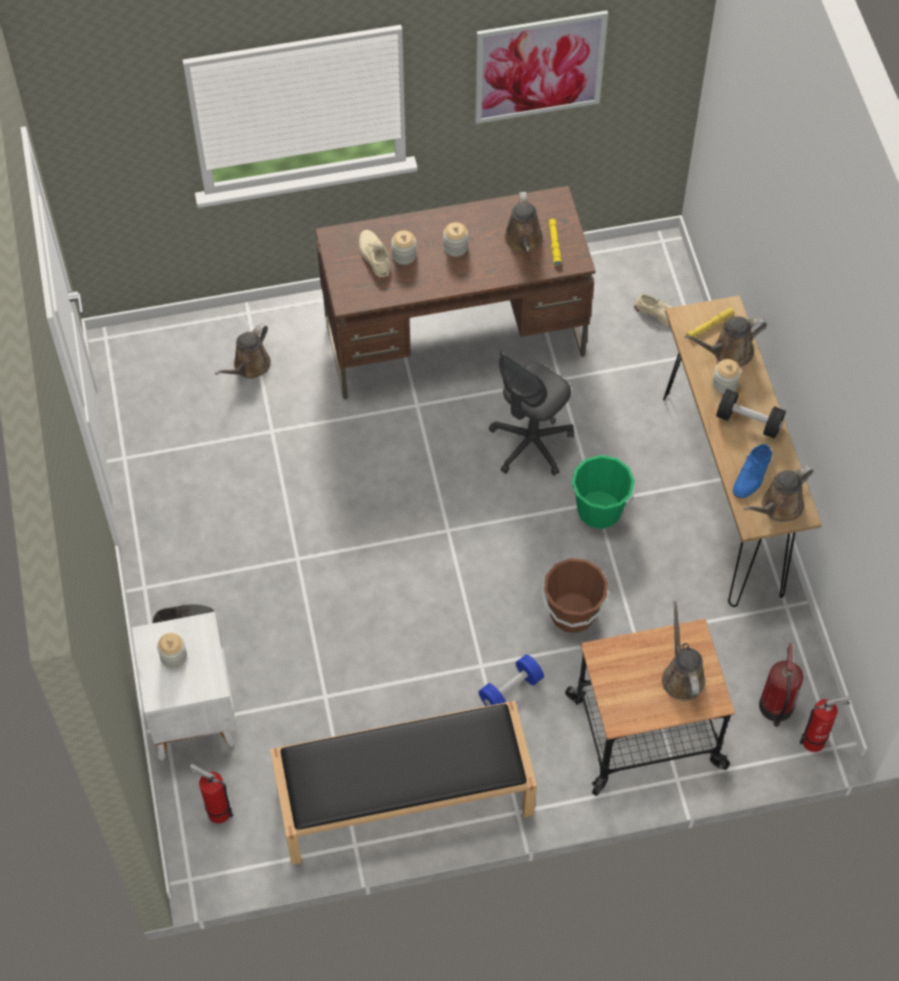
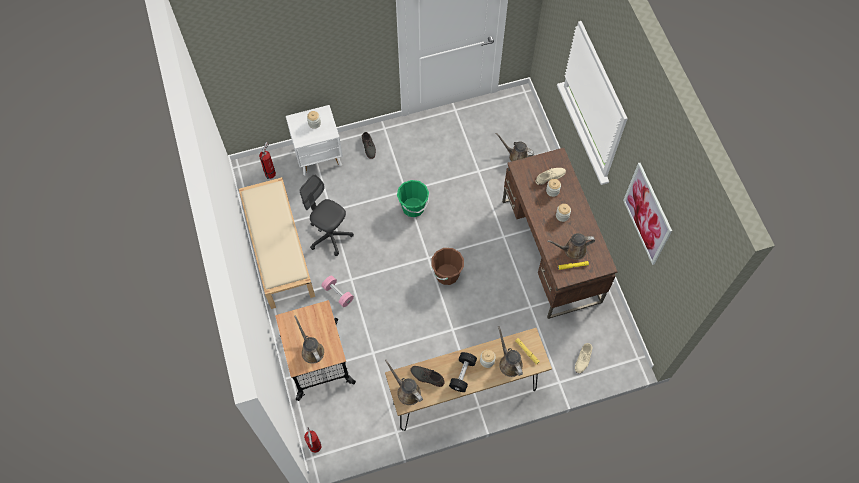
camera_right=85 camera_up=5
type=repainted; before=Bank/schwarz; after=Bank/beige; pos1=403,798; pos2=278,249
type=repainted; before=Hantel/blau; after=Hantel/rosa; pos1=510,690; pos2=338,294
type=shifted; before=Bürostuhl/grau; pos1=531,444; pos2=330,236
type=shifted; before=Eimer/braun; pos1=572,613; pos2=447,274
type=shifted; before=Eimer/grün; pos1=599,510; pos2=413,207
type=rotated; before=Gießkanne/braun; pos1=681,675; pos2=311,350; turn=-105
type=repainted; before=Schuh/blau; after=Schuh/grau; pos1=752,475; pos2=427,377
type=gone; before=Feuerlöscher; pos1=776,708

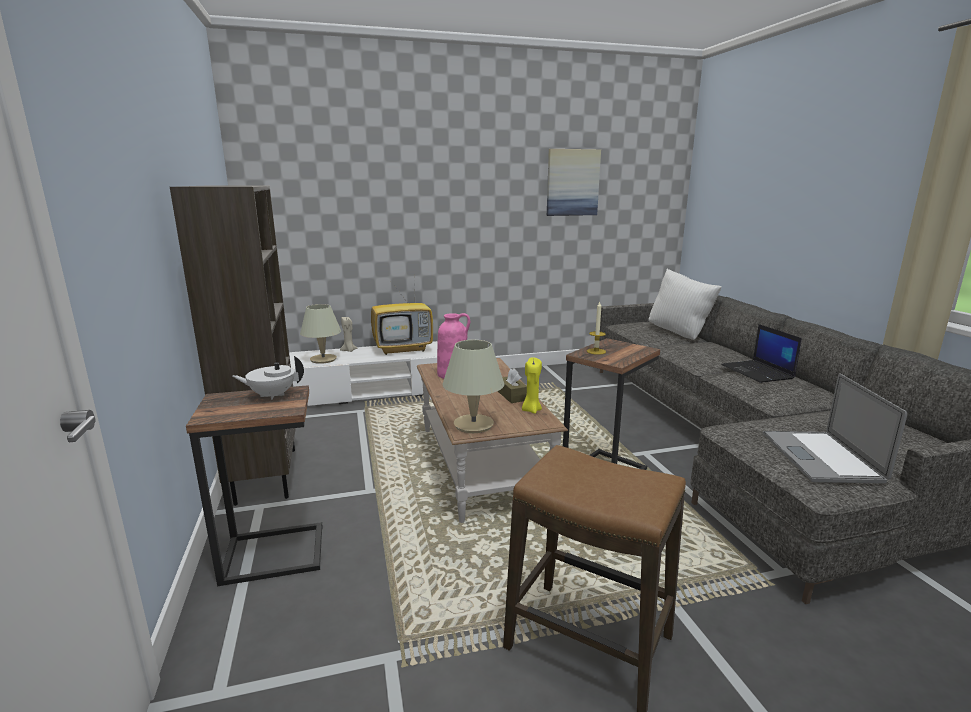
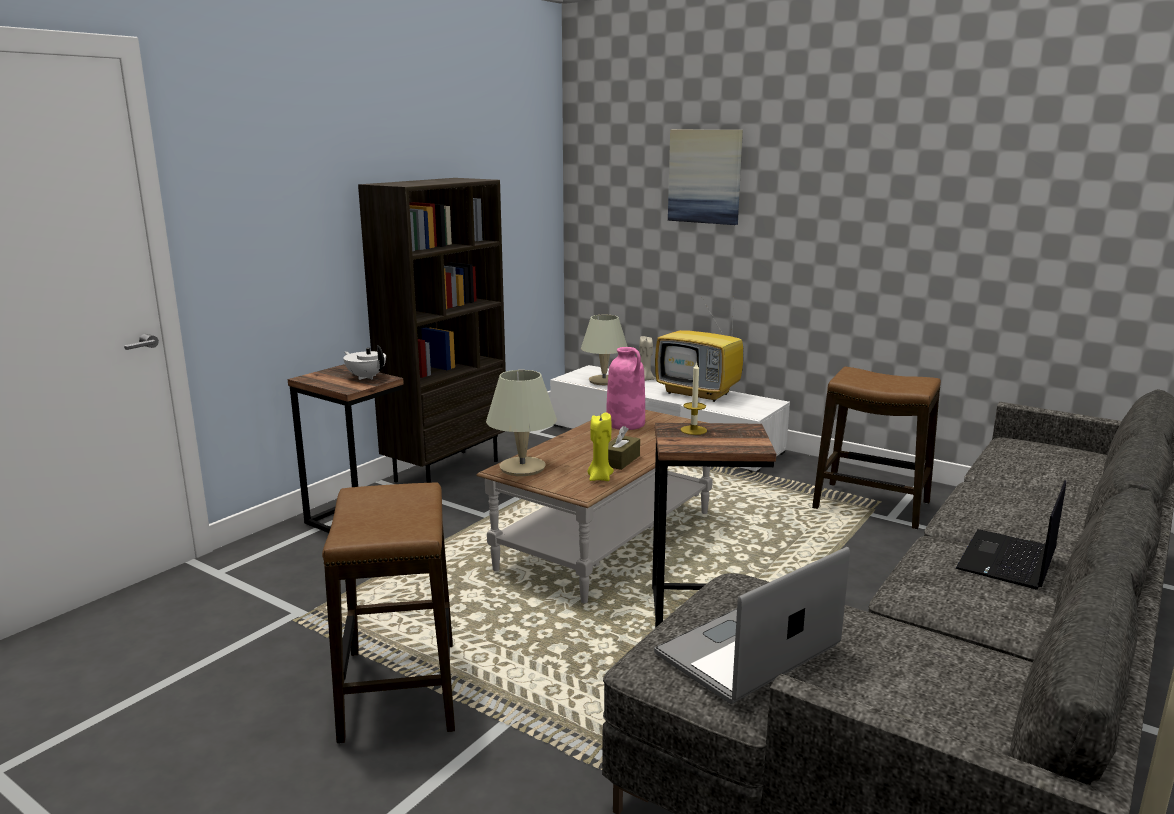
camera_right=50 camera_up=0
type=shifted; before=Bild; pos1=572,182; pos2=705,176
type=gone; before=Kissen/weiß; pos1=679,333
type=new; after=Hocker; pos2=871,505

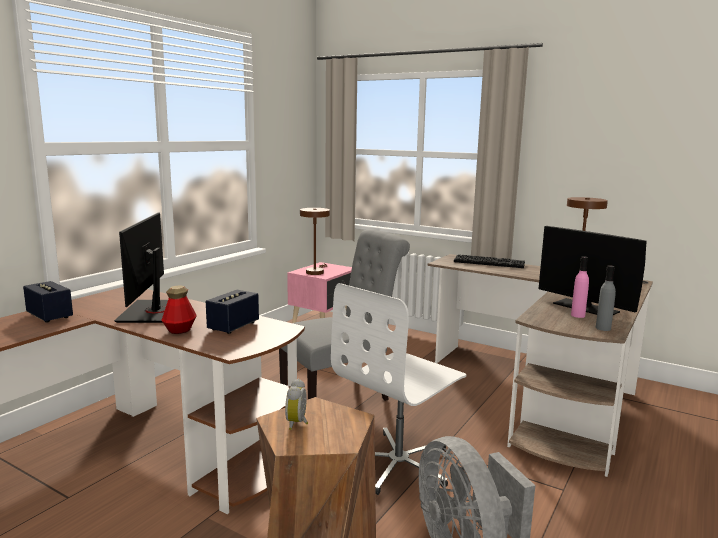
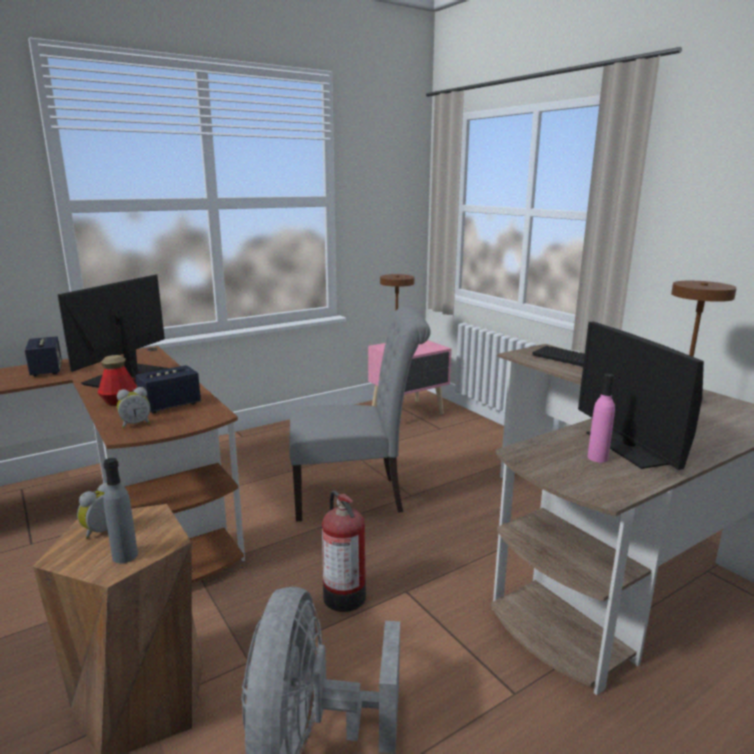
camera_right=25 camera_up=5
type=swapped; before=Bürostuhl/weiß; after=Feuerlöscher; pos1=399,463; pos2=343,595
type=shifted; before=Flasche/grau; pos1=603,328; pos2=125,556
type=new; after=Wecker; pos2=136,424

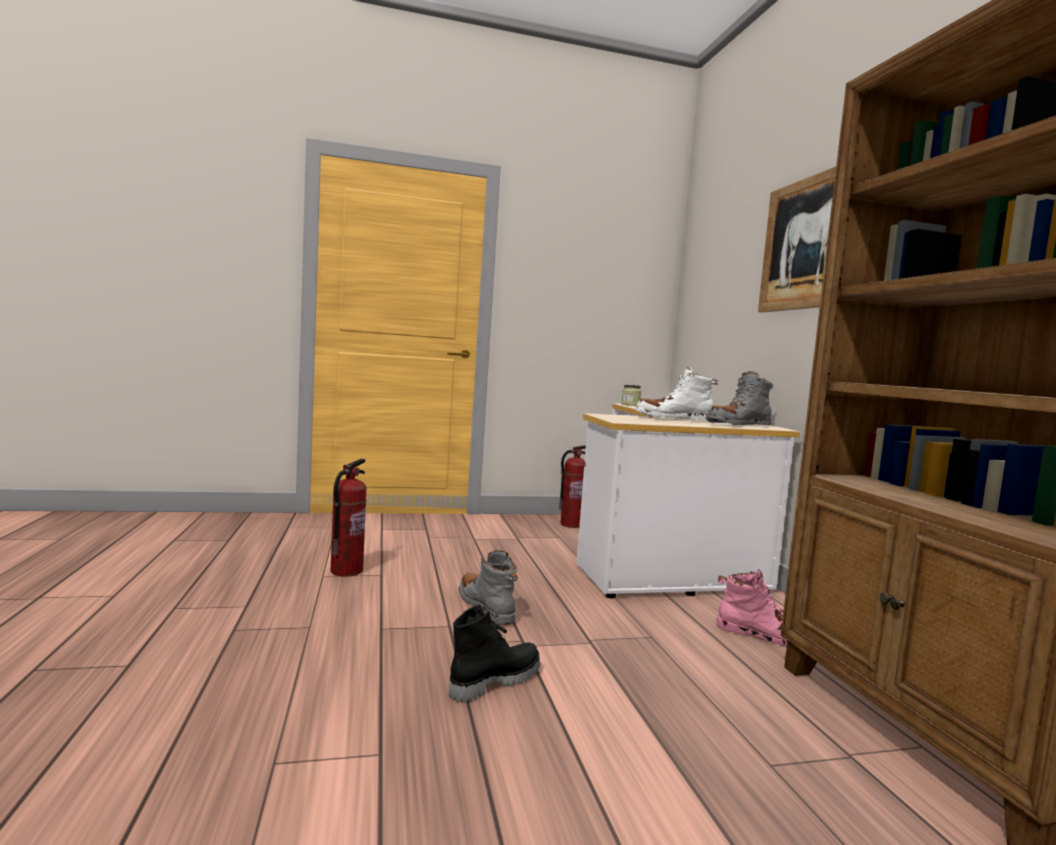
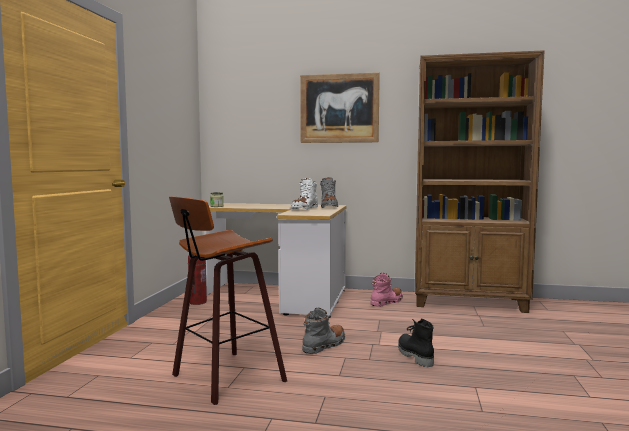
camera_right=-65 camera_up=0
type=swapped; before=Feuerlöscher; after=Hocker; pos1=346,571; pos2=224,378
type=rotated; before=Stiefel/grau; pos1=486,607; pos2=324,345; turn=135

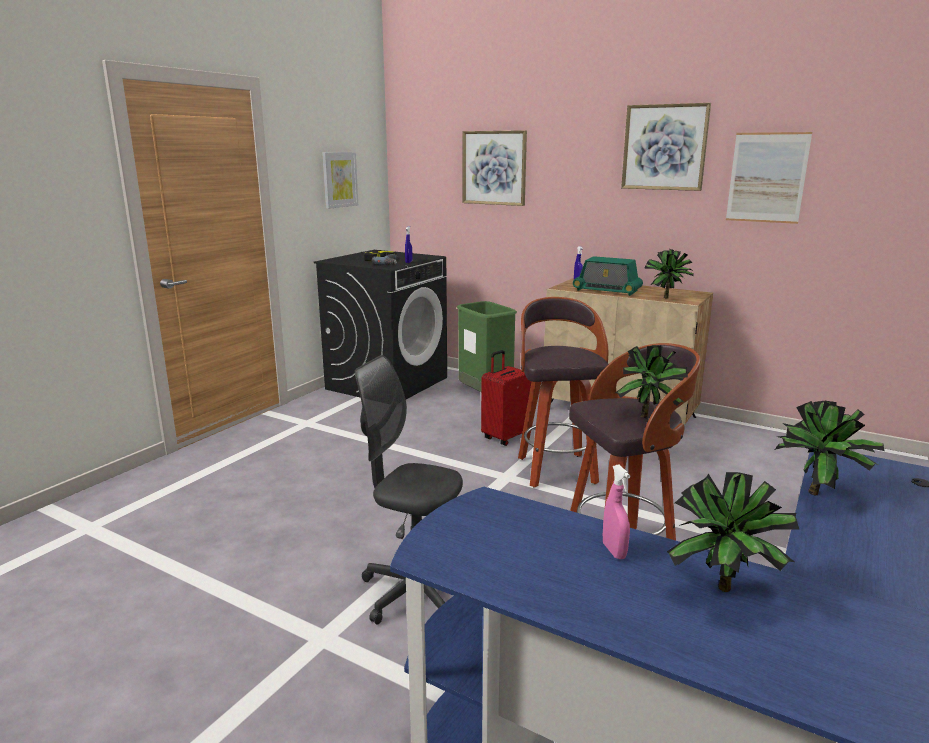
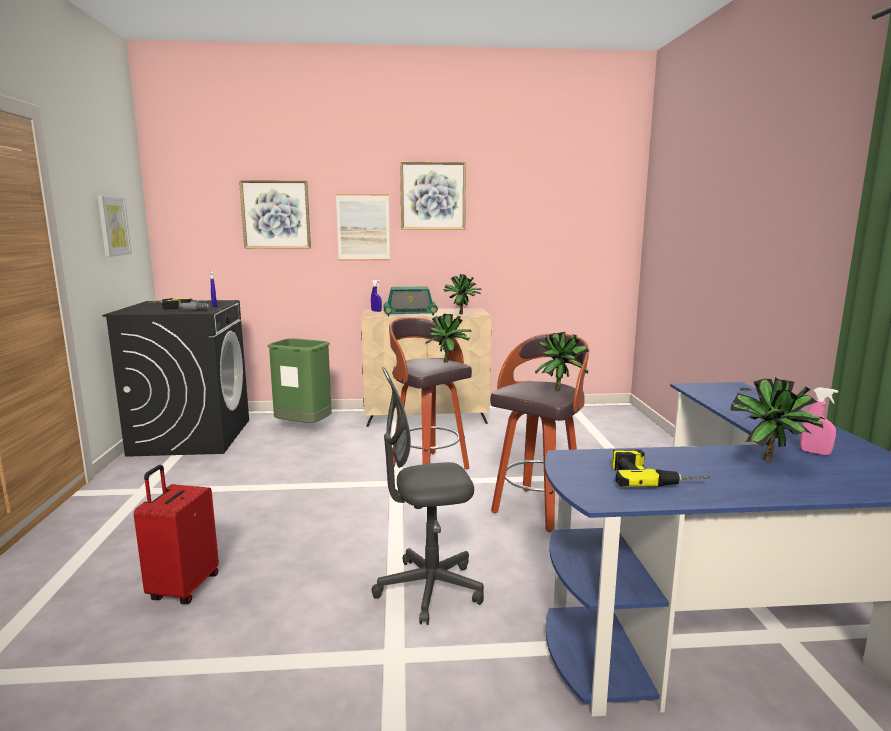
camera_right=-35 camera_up=-5
type=shifted; before=Koffer/rot; pos1=505,437; pos2=183,588
type=shifted; before=Sprühflasche/rosa; pos1=614,551; pos2=815,452
type=shifted; before=Bild; pos1=767,178; pos2=363,227
type=shifted; before=Topfpflanze; pos1=820,496; pos2=449,362
type=new; after=Bohrmaschine; pos2=654,476

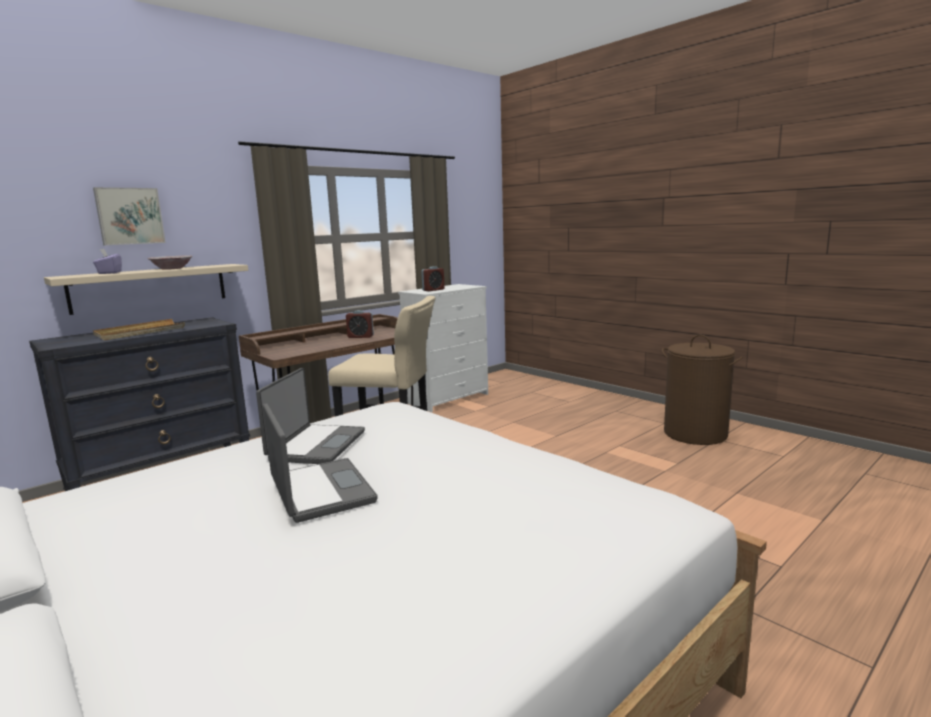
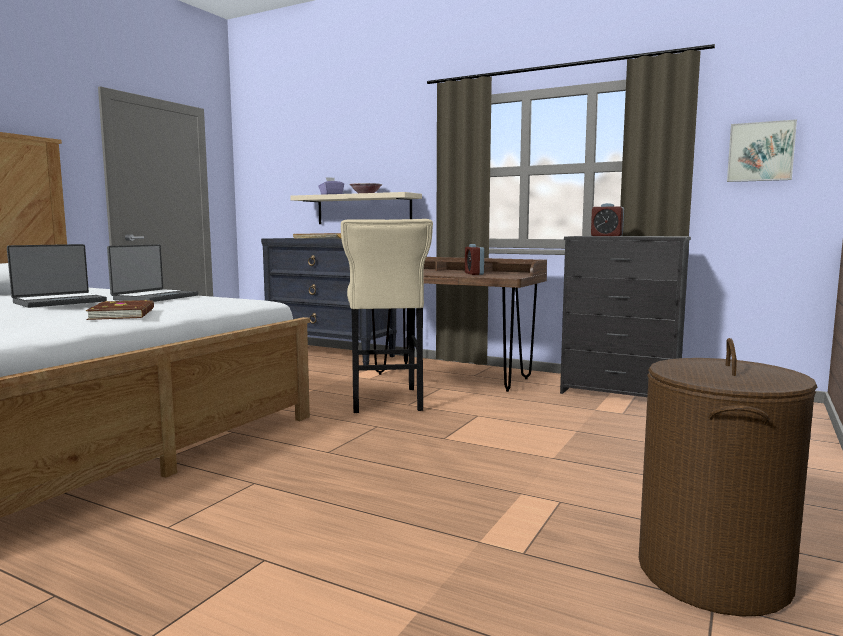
camera_right=70 camera_up=-5
type=shifted; before=Bild; pos1=129,216; pos2=760,152
type=rotated; before=Laptop; pos1=316,445; pos2=155,297; turn=-60
type=repainted; before=Kommode/weiß; after=Kommode/schwarz; pos1=449,398; pos2=620,393
type=new; after=Buch/braun; pos2=124,314

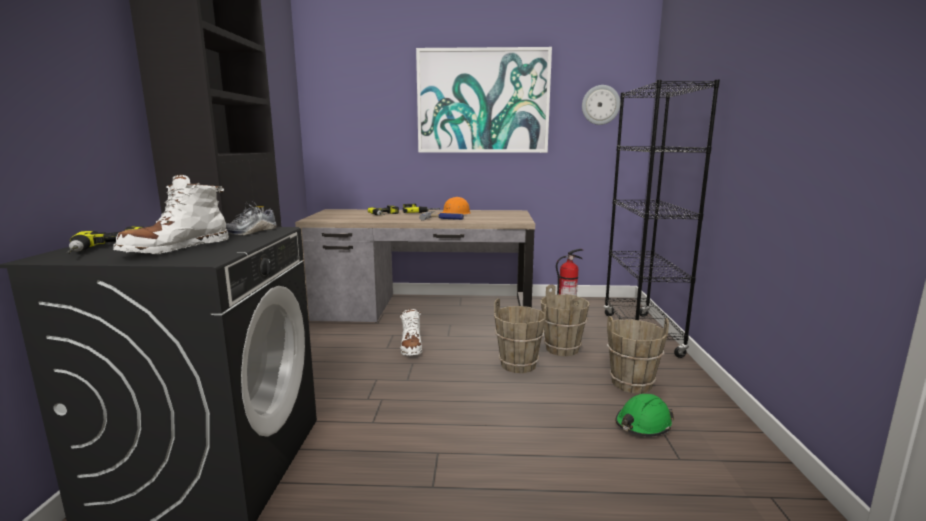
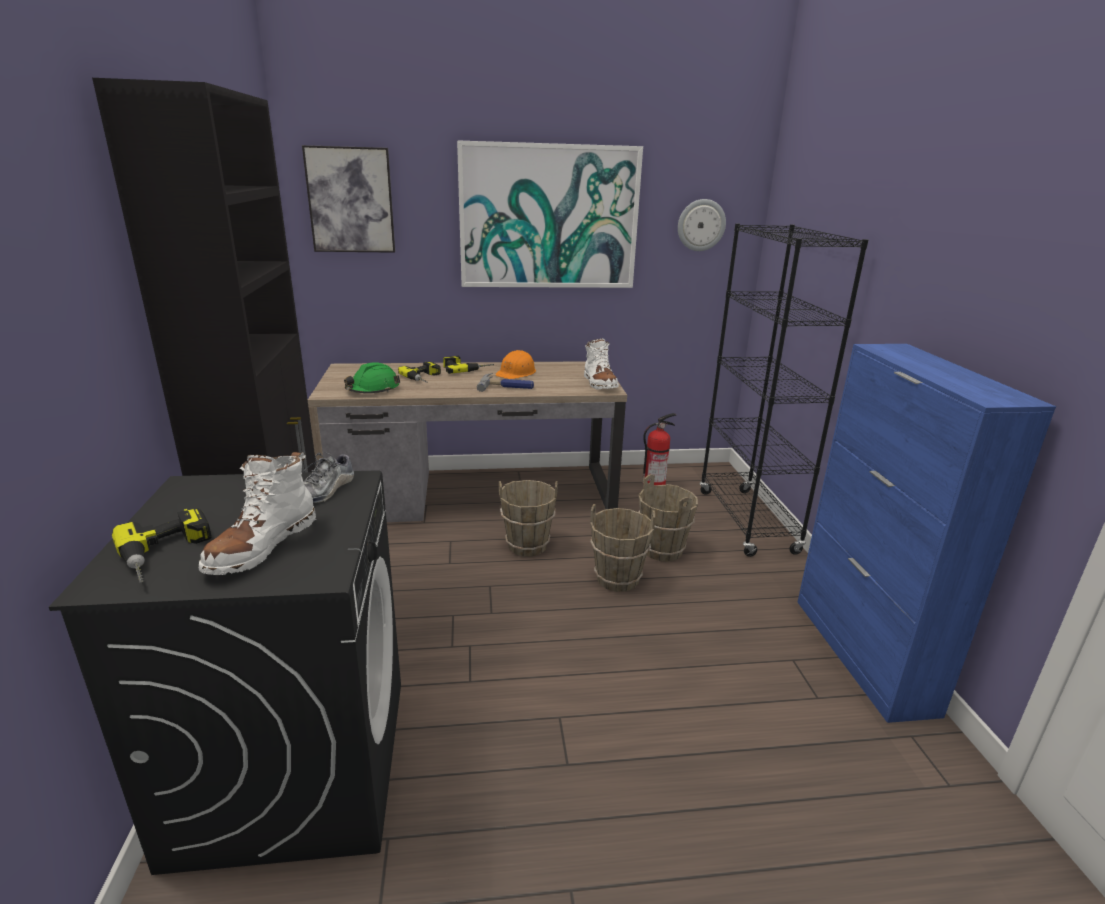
camera_right=-10 camera_up=10
type=shifted; before=Stiefel/weiß; pos1=411,347; pos2=599,383
type=shifted; before=Eimer/braun; pos1=631,383; pos2=527,545
type=shifted; before=Schutzhelm/grün; pos1=643,425; pos2=373,390
type=new; after=Bild; pos2=350,200
type=new; after=Schrank/blau; pos2=862,654

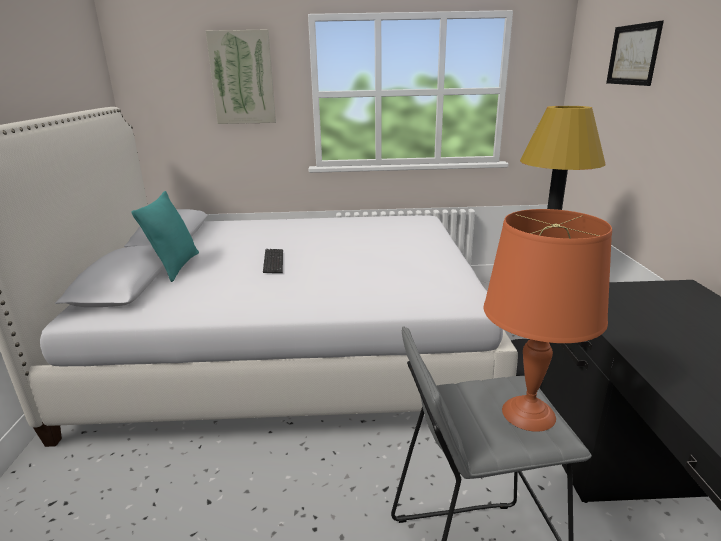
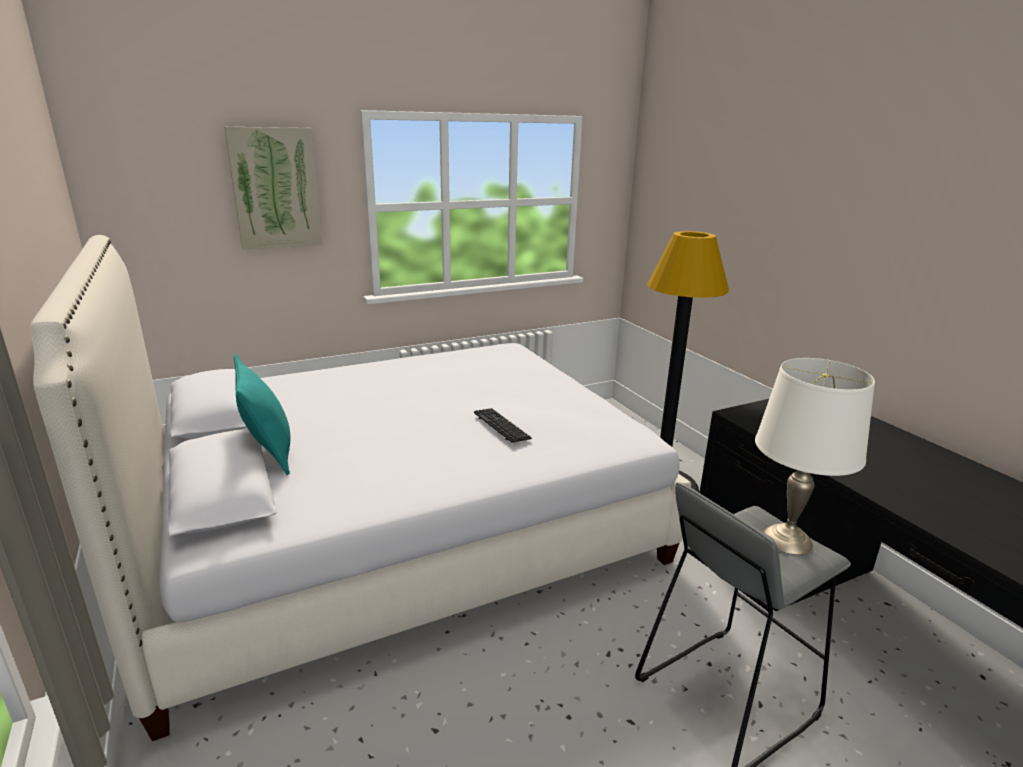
camera_right=-25 camera_up=0
type=shifted; before=Tastatur; pos1=273,262; pos2=501,426
type=repainted; before=Tischlampe/orange; after=Tischlampe/weiß; pos1=528,414; pos2=787,540
type=gone; before=Bild; pos1=633,55

